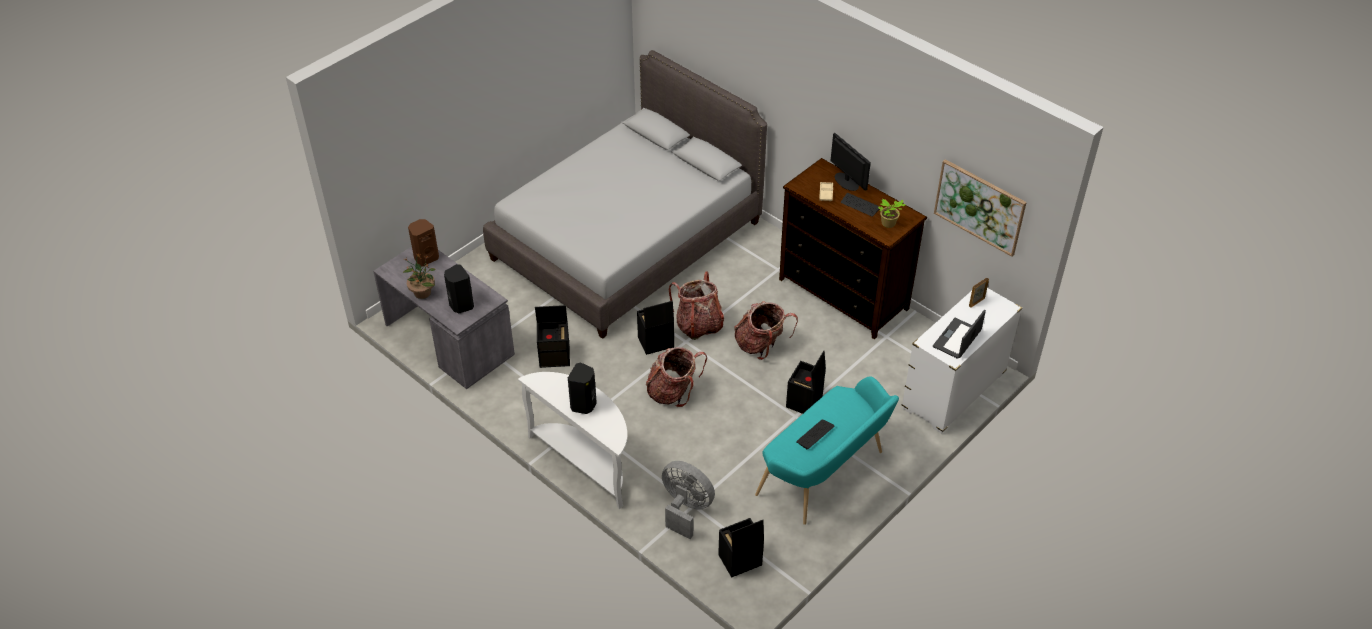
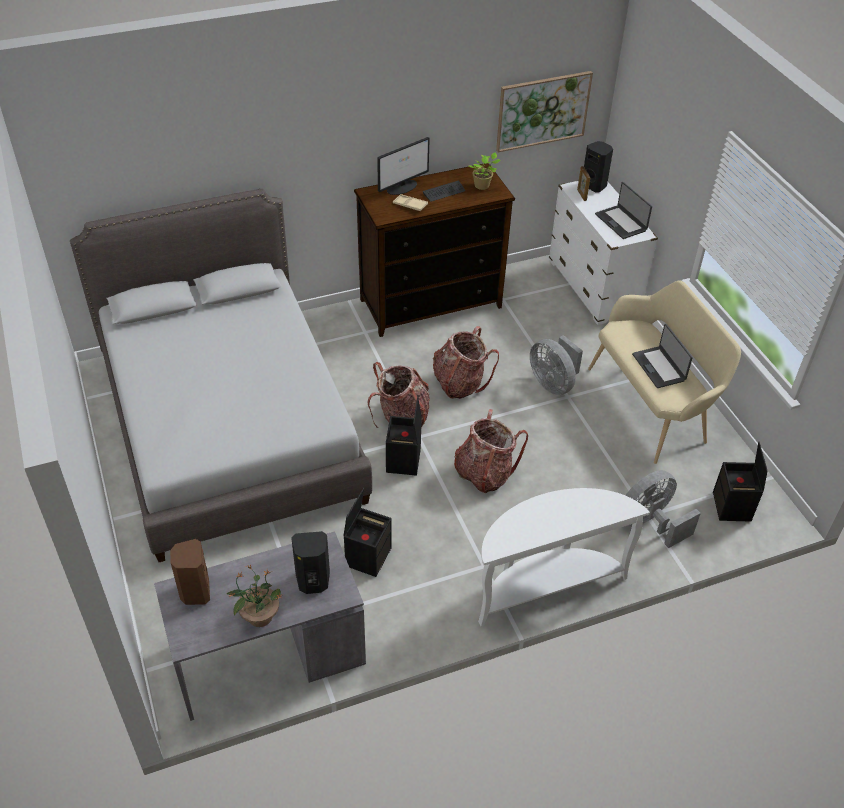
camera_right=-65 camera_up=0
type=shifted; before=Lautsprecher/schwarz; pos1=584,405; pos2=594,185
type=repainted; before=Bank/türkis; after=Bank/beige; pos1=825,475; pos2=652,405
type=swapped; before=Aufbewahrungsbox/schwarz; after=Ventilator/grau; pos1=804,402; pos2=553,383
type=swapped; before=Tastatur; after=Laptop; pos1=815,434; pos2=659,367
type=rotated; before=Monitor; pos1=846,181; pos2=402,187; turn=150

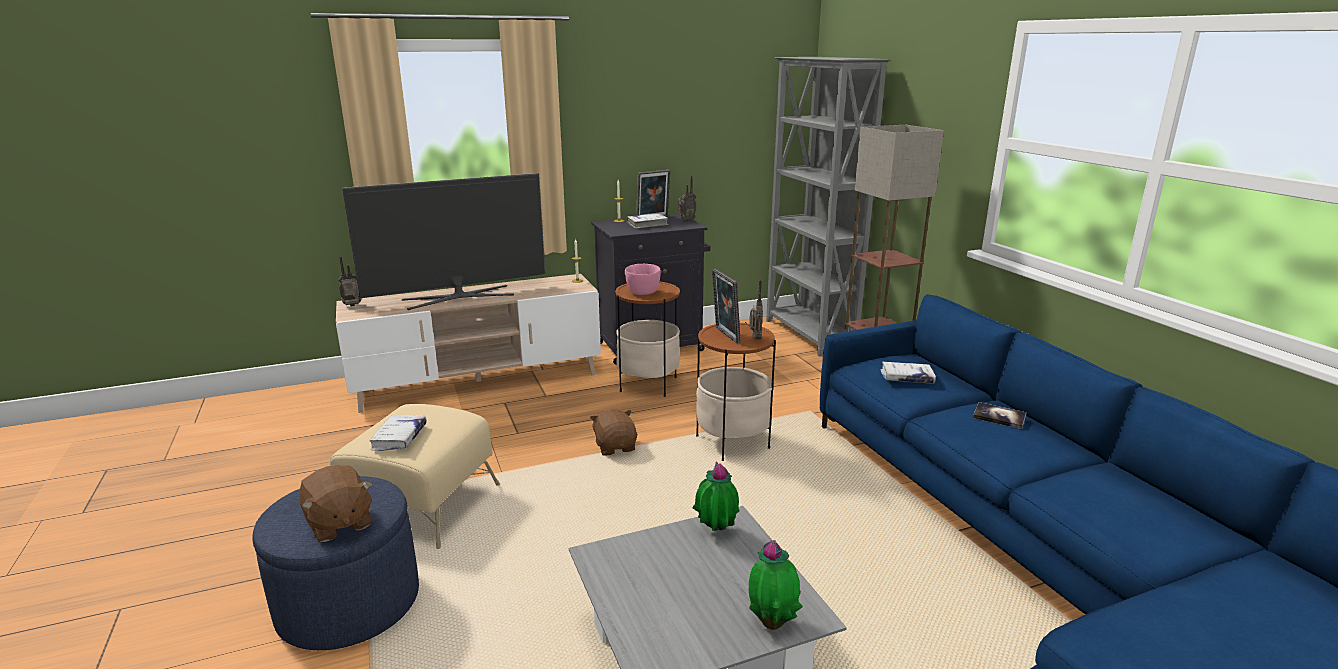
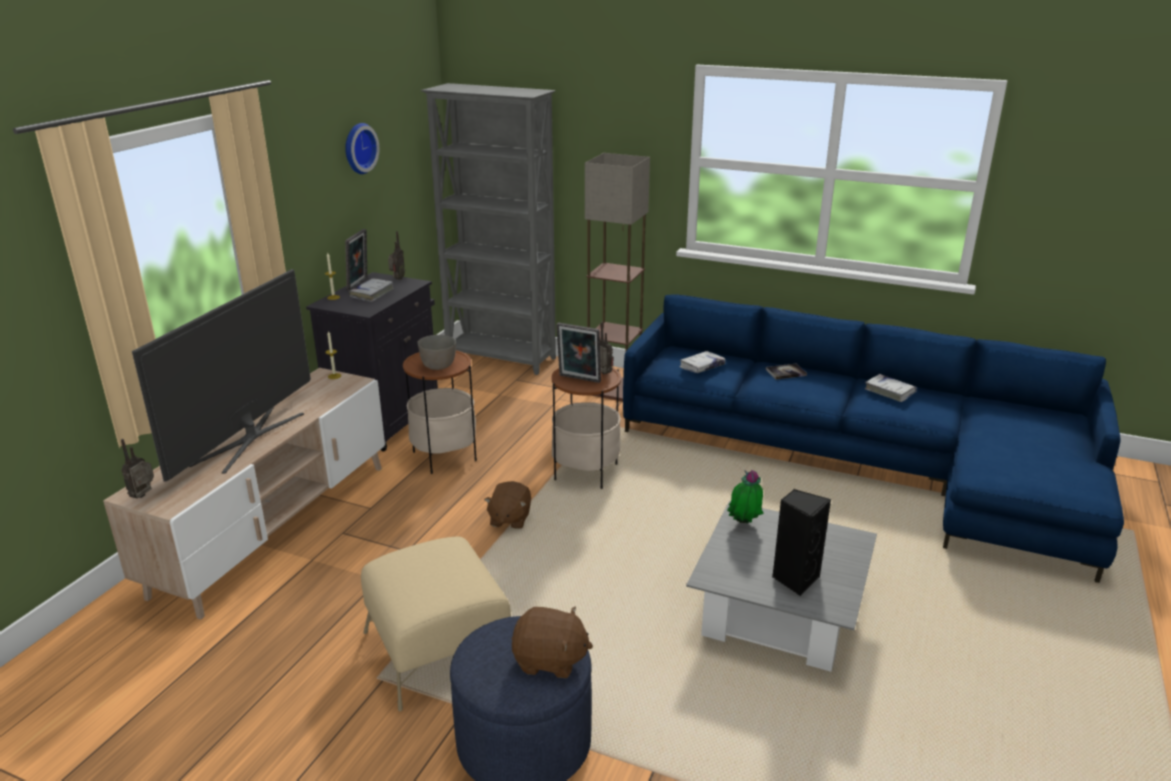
camera_right=-45 camera_up=5
type=shifted; before=Buch/weiß; pos1=399,438; pos2=889,392
type=rotated; before=Plüschtier/braun; pos1=615,447; pos2=509,519; turn=-105
type=repainted; before=Schüssel/rosa; after=Schüssel/grau; pos1=642,293; pos2=438,366
type=gone; before=Topfpflanze; pos1=772,622
type=new; after=Wanduhr; pos2=358,148
type=new; after=Lautsprecher/schwarz; pos2=794,579

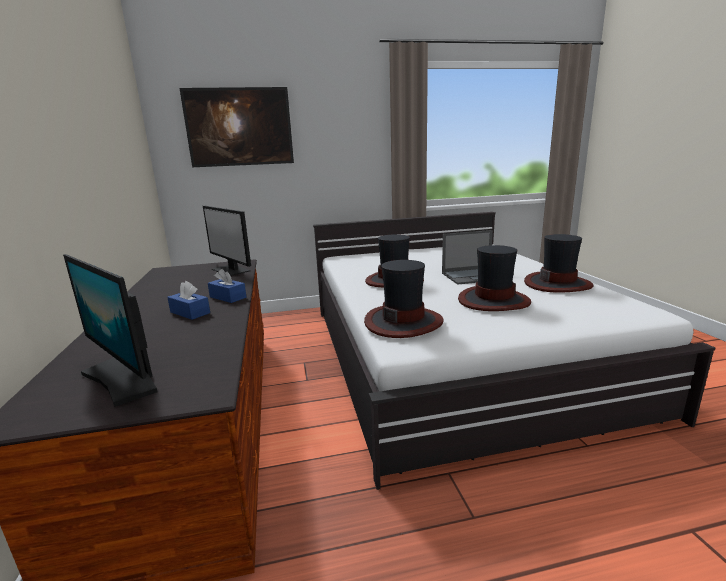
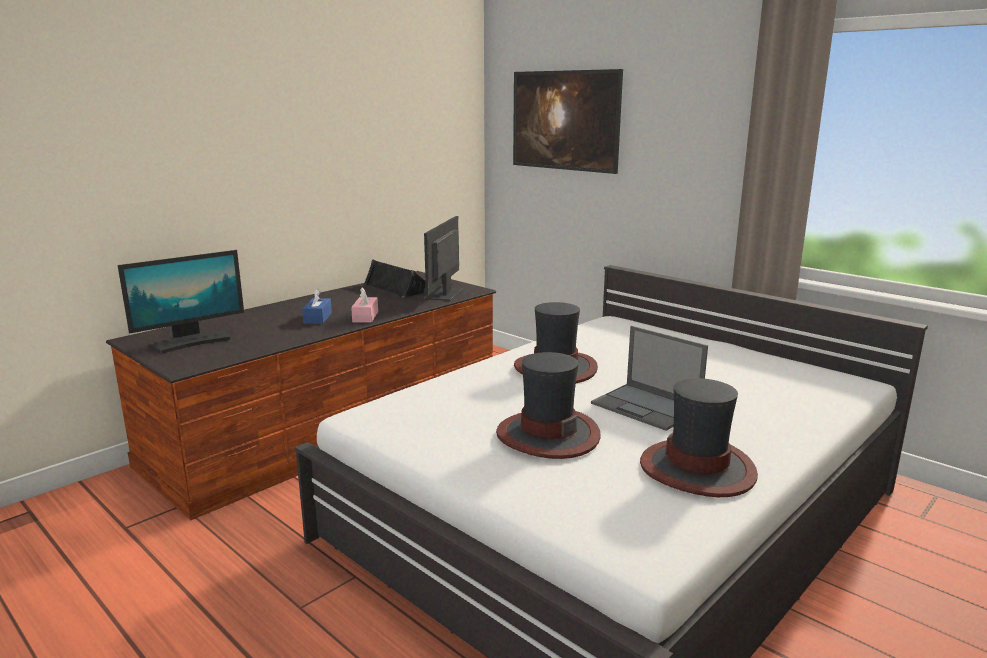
camera_right=55 camera_up=0
type=rotated; before=Monitor; pos1=122,379; pos2=191,342; turn=-135
type=repainted; before=Taschentuchbox/blau; after=Taschentuchbox/rosa; pos1=228,297; pos2=365,317
type=gone; before=Hut; pos1=403,322
type=new; after=Lautsprecher/schwarz; pos2=395,288

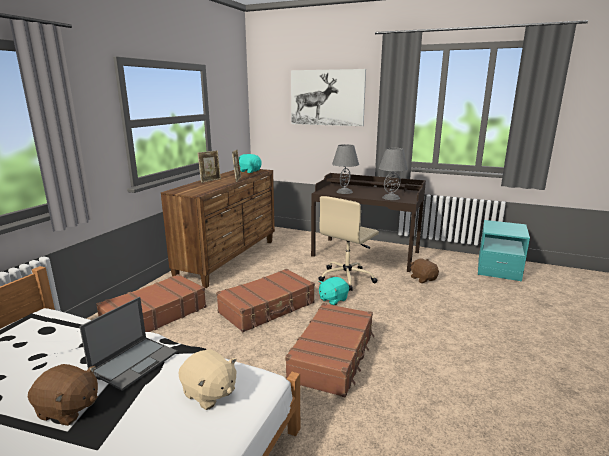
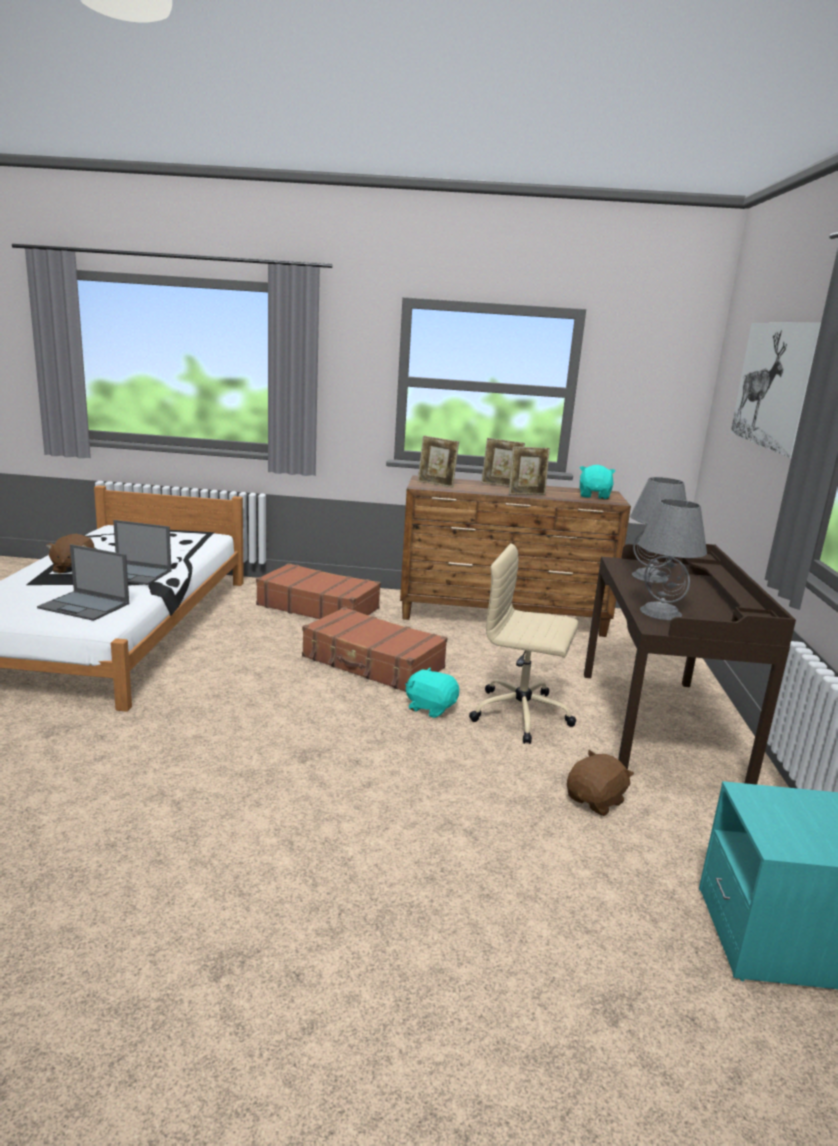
camera_right=70 camera_up=0
type=swapped; before=Plüschtier/beige; after=Laptop; pos1=209,393; pos2=85,606
type=gone; before=Koffer/braun; pos1=333,356
type=new; after=Bilderrahmen; pos2=436,484

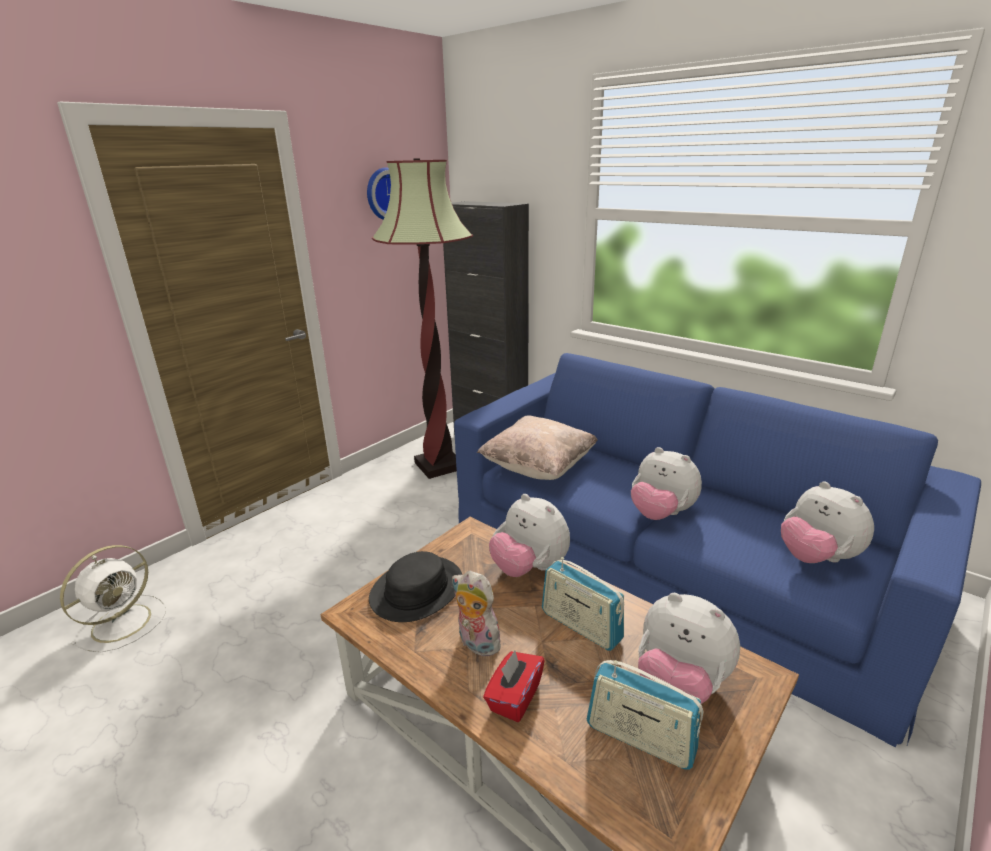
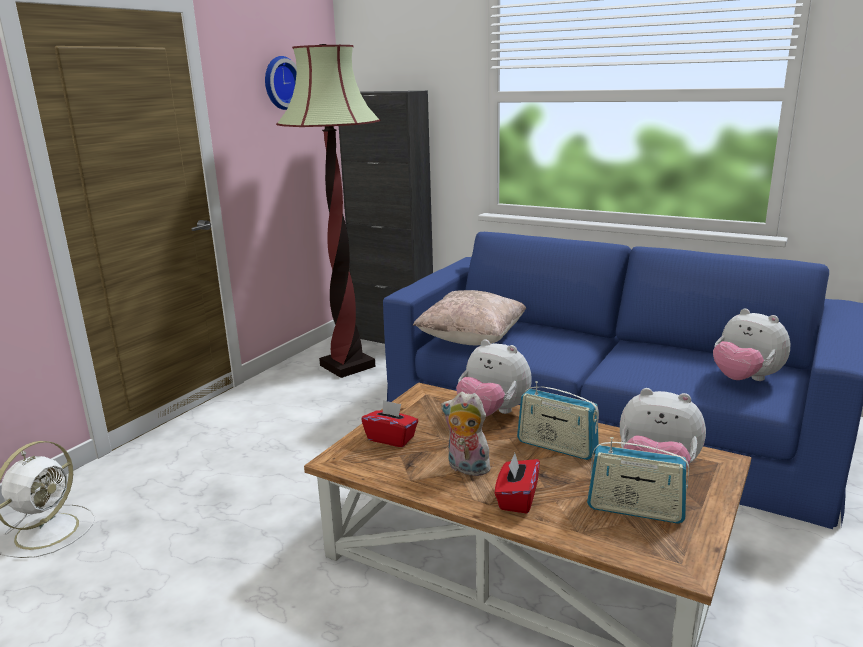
camera_right=-10 camera_up=-5
type=swapped; before=Hut/schwarz; after=Taschentuchbox/rot; pos1=416,589; pos2=391,438
type=gone; before=Plüschtier; pos1=661,514

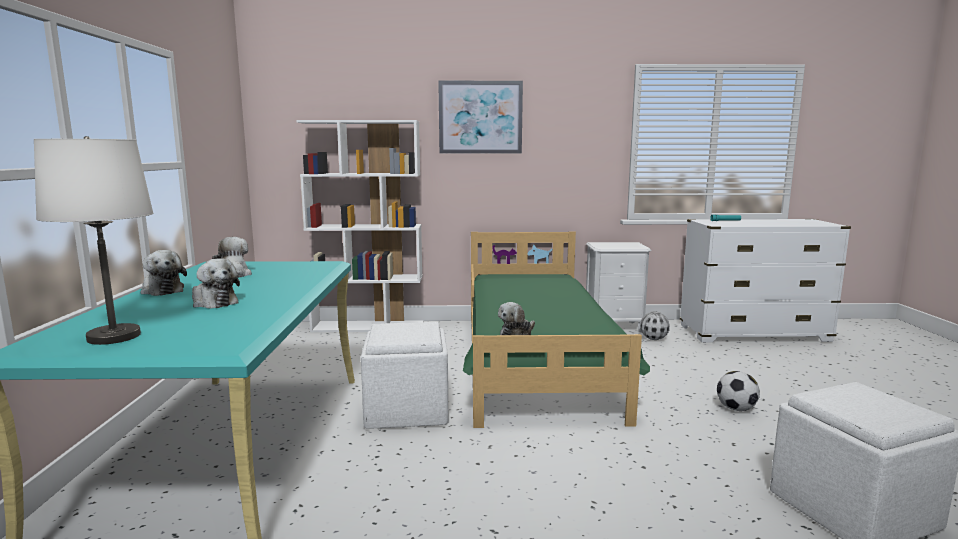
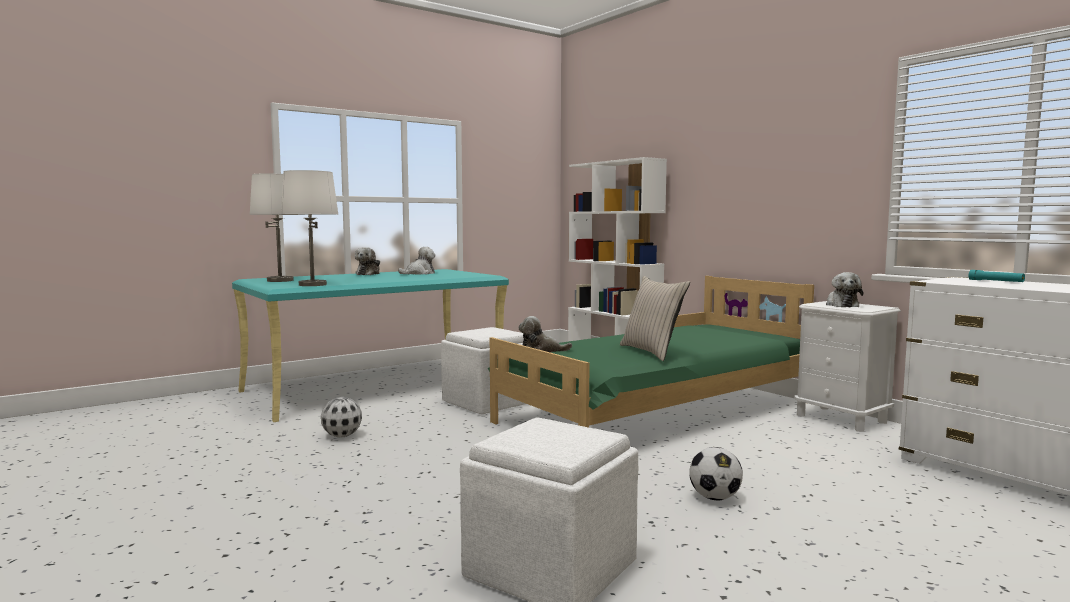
camera_right=55 camera_up=-5
type=shifted; before=Plüschtier; pos1=213,302; pos2=841,305
type=gone; before=Bild; pos1=480,117
type=shifted; before=Fußball; pos1=653,339; pos2=342,436
type=new; after=Tischlampe/weiß; pos2=312,285
type=new; after=Kissen/beige; pos2=652,352

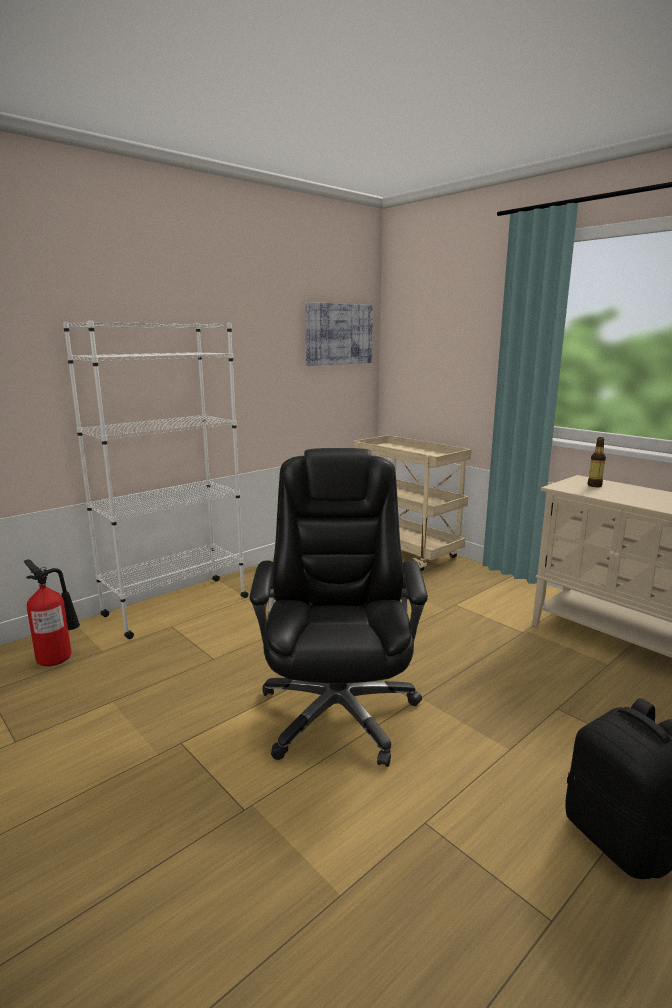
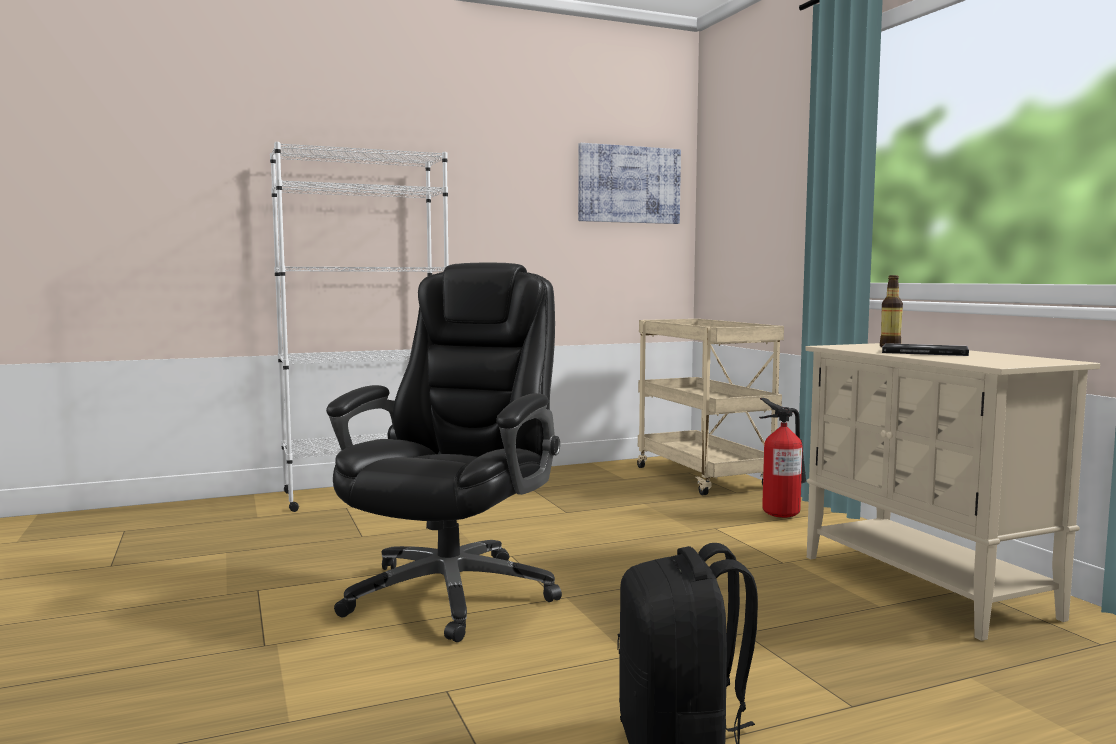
camera_right=20 camera_up=-10
type=shifted; before=Feuerlöscher; pos1=58,658; pos2=783,514
type=new; after=Buch; pos2=924,352

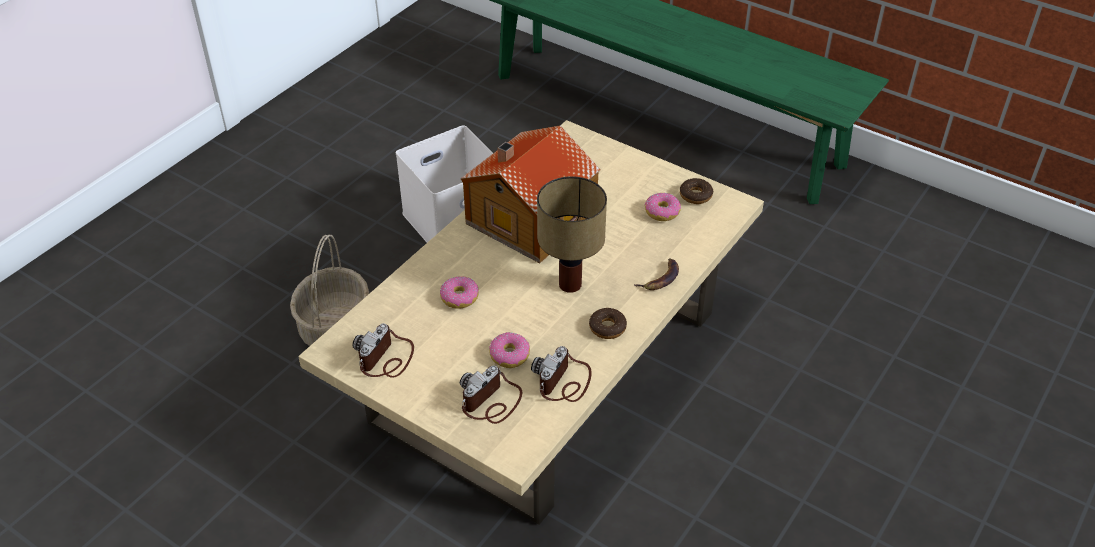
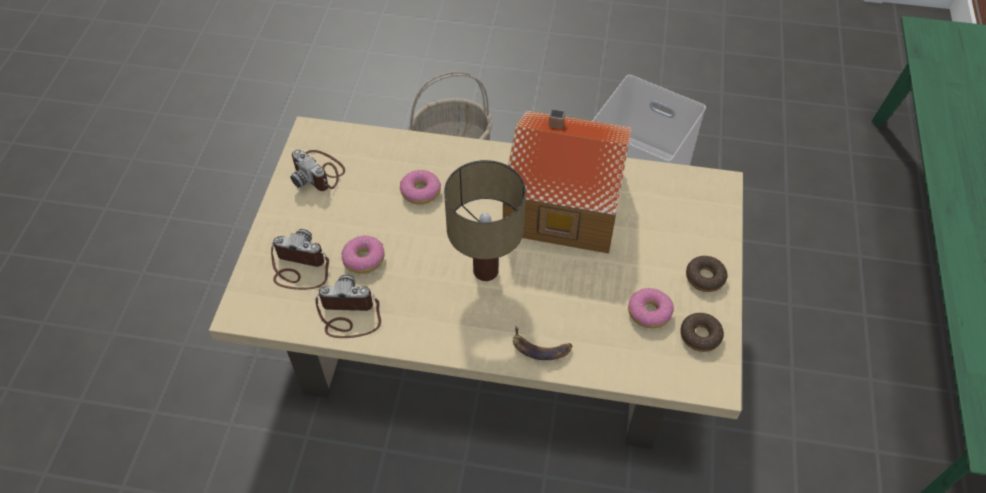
camera_right=65 camera_up=10
type=rotated; before=Kamera; pos1=386,358; pos2=319,173; turn=-135
type=shifted; before=Donut; pos1=607,327; pos2=705,277

